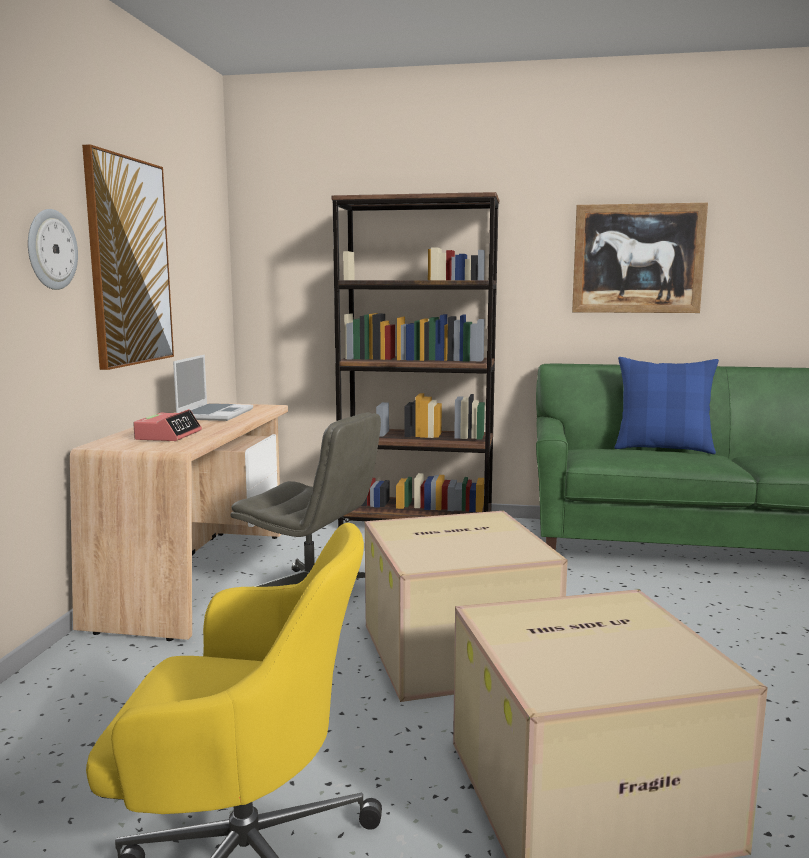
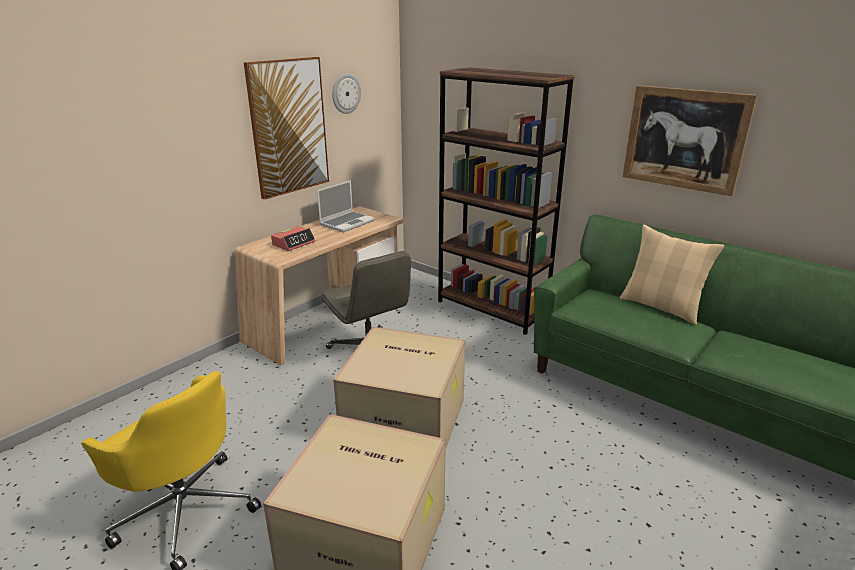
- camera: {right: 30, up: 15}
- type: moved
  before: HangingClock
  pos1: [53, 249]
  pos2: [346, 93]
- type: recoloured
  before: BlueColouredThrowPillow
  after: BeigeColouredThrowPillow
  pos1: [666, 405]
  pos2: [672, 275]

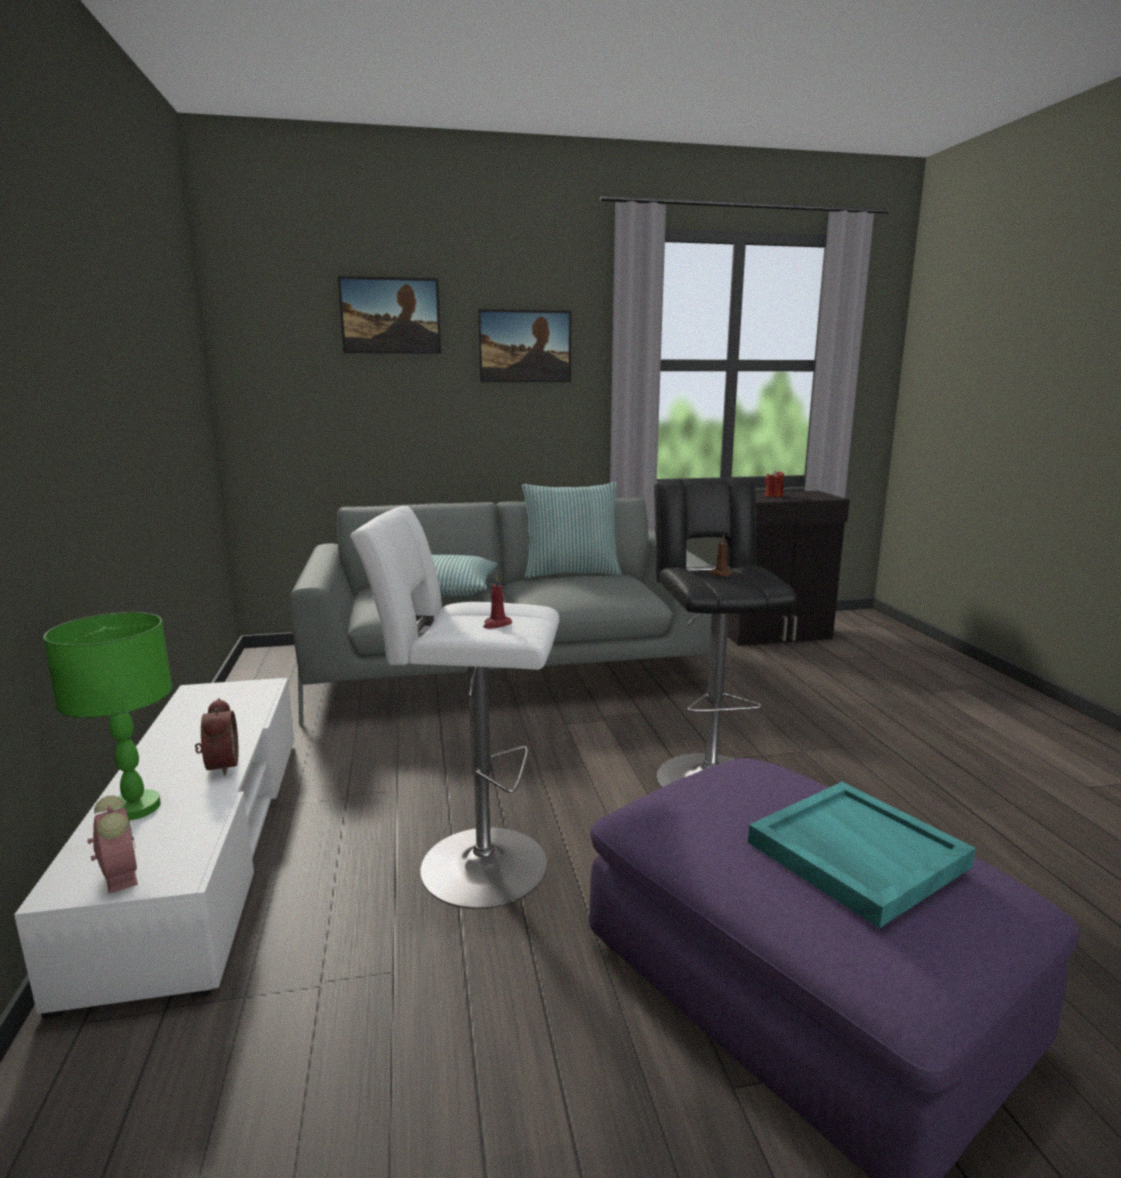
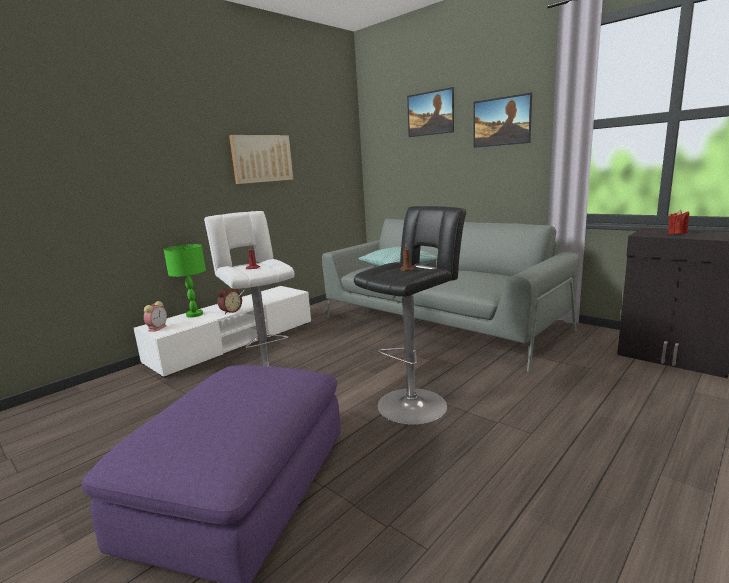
- camera: {right: 55, up: 0}
- type: removed
  before: ThrowPillow
  pos1: [572, 530]
- type: removed
  before: TurquoiseColouredTray
  pos1: [862, 855]
- type: added
  after: WallArt
  pos2: [261, 159]

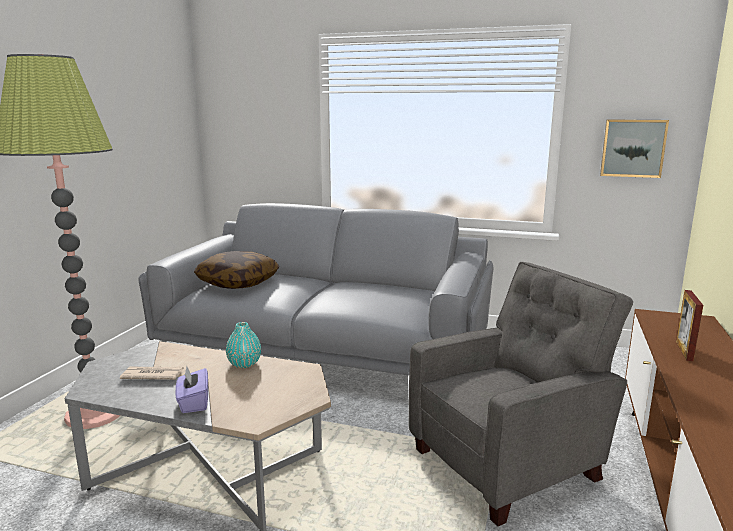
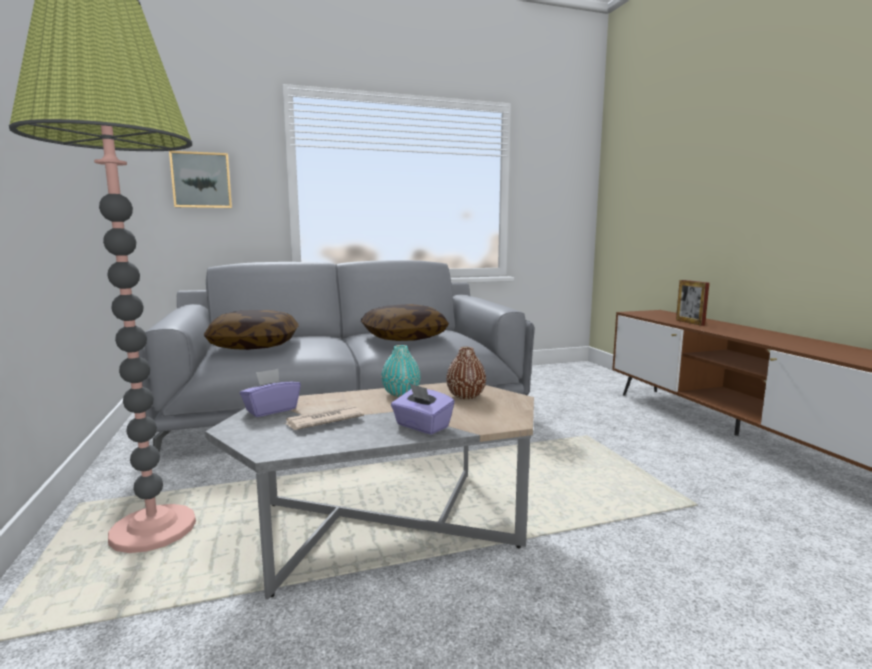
- camera: {right: -35, up: -5}
- type: removed
  before: GrayLoungeChair
  pos1: [521, 394]
- type: moved
  before: WallArt
  pos1: [634, 149]
  pos2: [200, 179]
- type: added
  after: PurplishTissueHolder
  pos2: [270, 393]
- type: added
  after: ThrowPillow
  pos2: [405, 322]
- type: added
  after: BrownishDecorativeVase
  pos2: [466, 373]

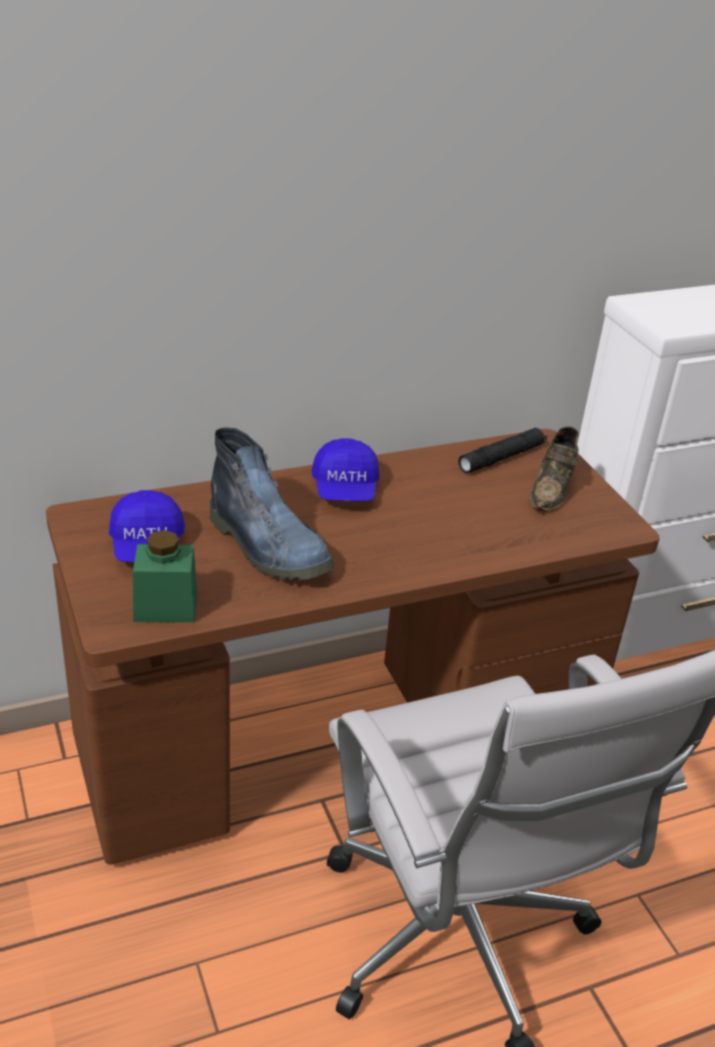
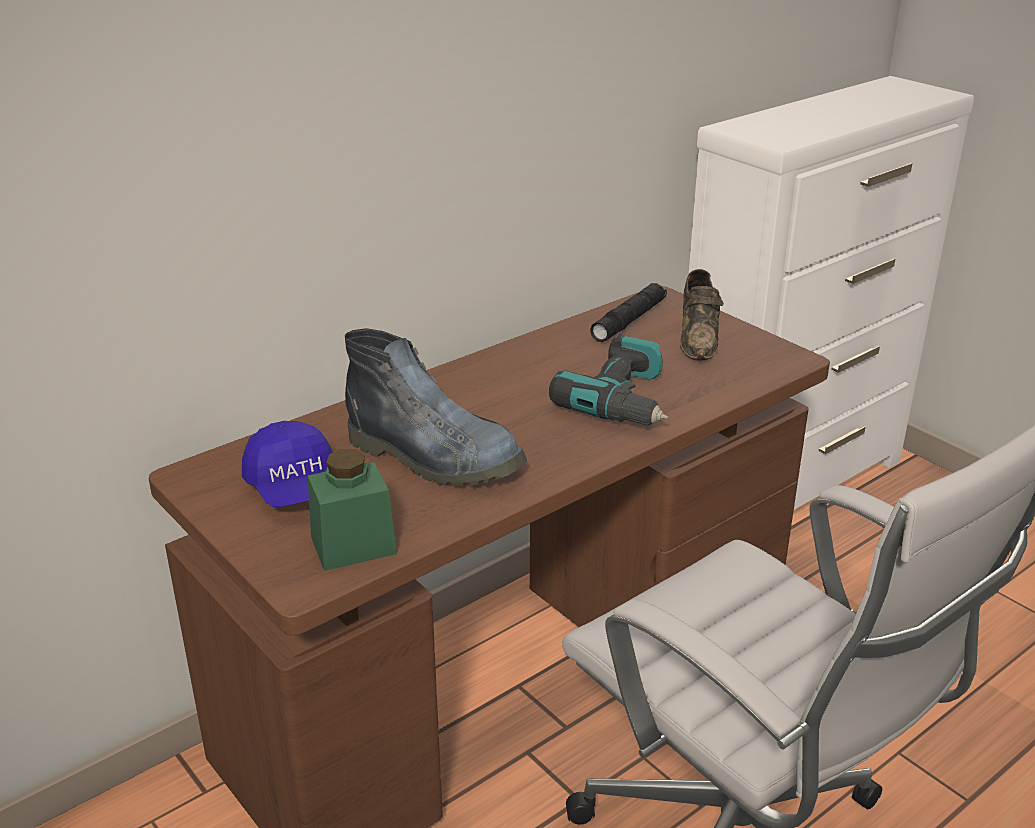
- camera: {right: -15, up: -5}
- type: removed
  before: BlueColouredPeakedCap
  pos1: [345, 469]
- type: added
  after: PowerDrill
  pos2: [609, 380]

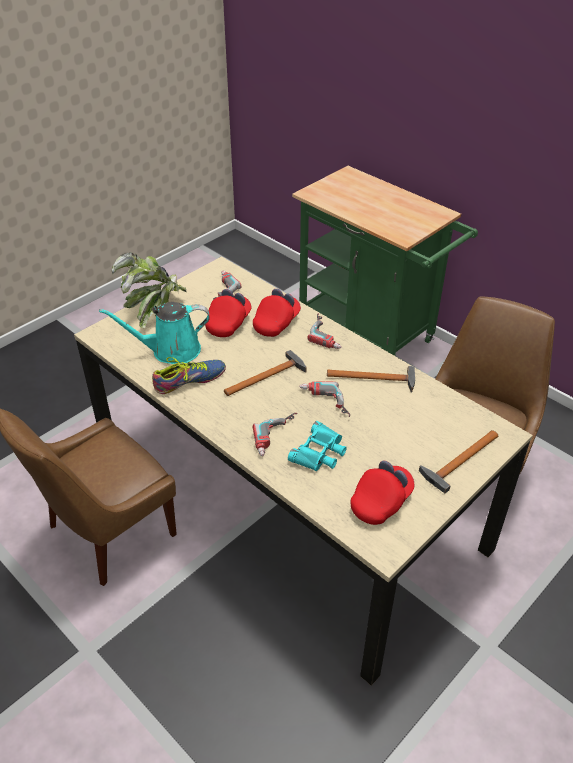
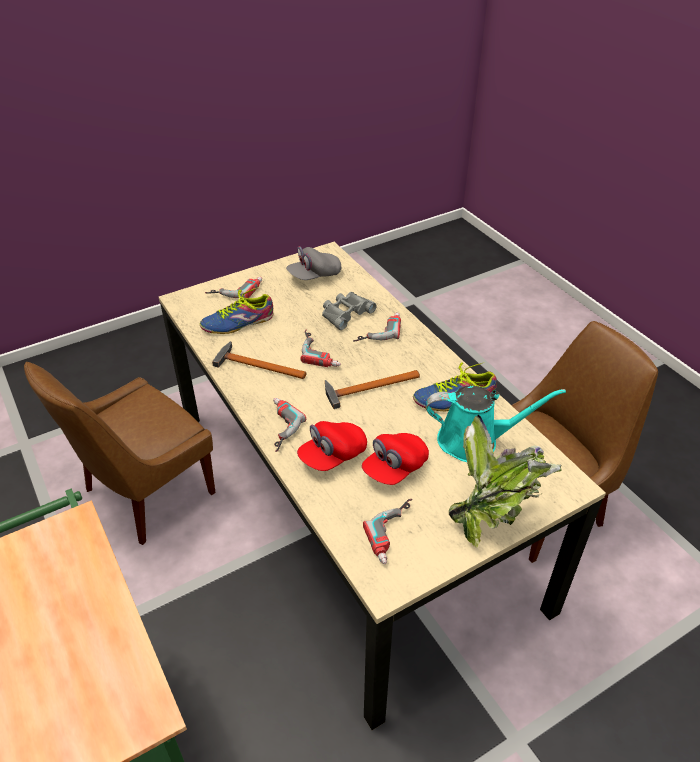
- camera: {right: -165, up: 0}
- type: recoloured
  before: TurquoiseColouredPairOfBinoculars
  after: GrayPairOfBinoculars
  pos1: [317, 446]
  pos2: [349, 311]
- type: recoloured
  before: RedPeakedCap
  after: GrayPeakedCap
  pos1: [382, 493]
  pos2: [313, 263]
- type: replaced
  before: ToolHammer
  after: PowerDrill
  pos1: [458, 461]
  pos2: [233, 287]
- type: added
  after: LowShoe
  pos2: [236, 310]

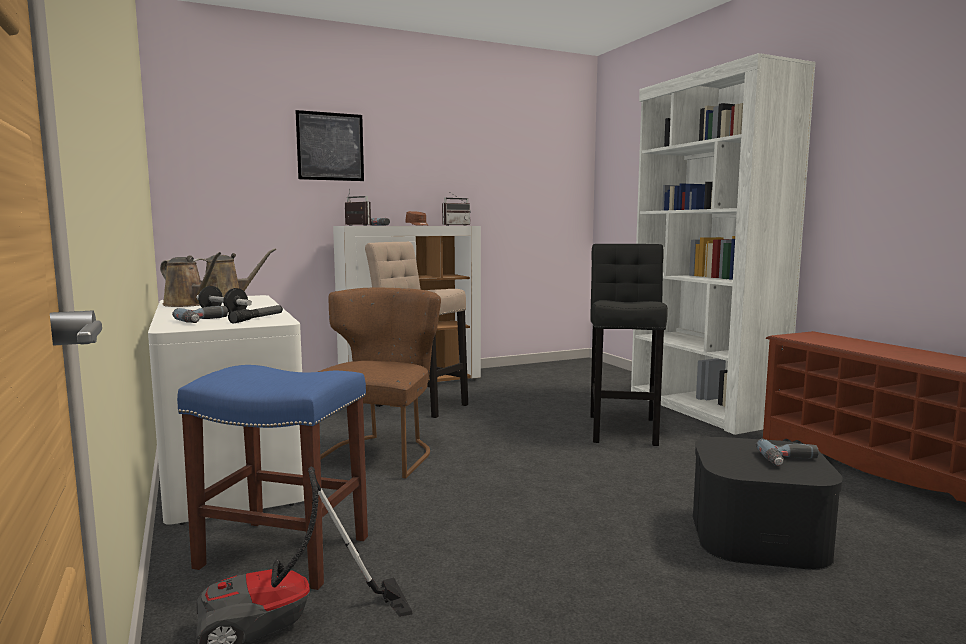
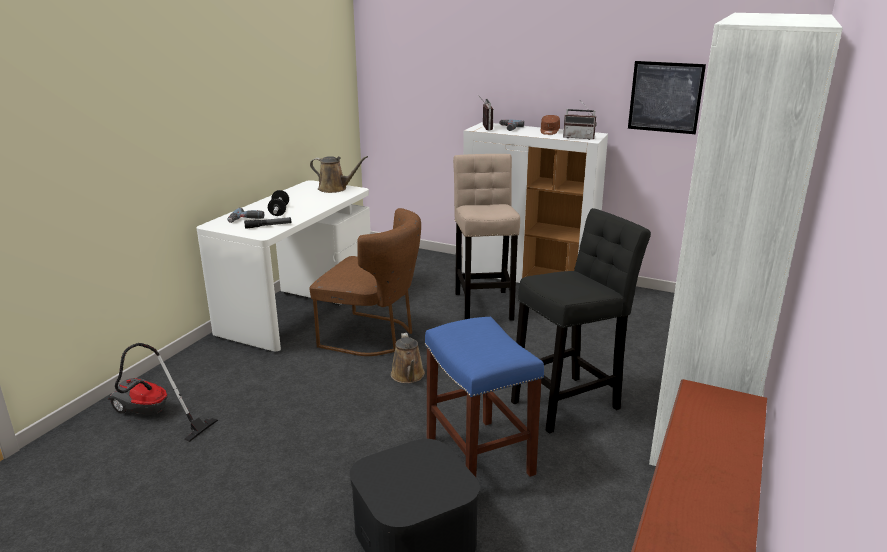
- camera: {right: 50, up: 15}
- type: moved
  before: BrownishWateringCan
  pos1: [190, 279]
  pos2: [408, 358]
- type: moved
  before: BlueColouredSittingStool
  pos1: [272, 477]
  pos2: [484, 397]
- type: moved
  before: WallArt
  pos1: [329, 145]
  pos2: [667, 97]
- type: turned
  before: BrownishPlainChair
  pos1: [379, 383]
  pos2: [365, 282]
  turn: 45
- type: removed
  before: PowerDrill
  pos1: [787, 452]

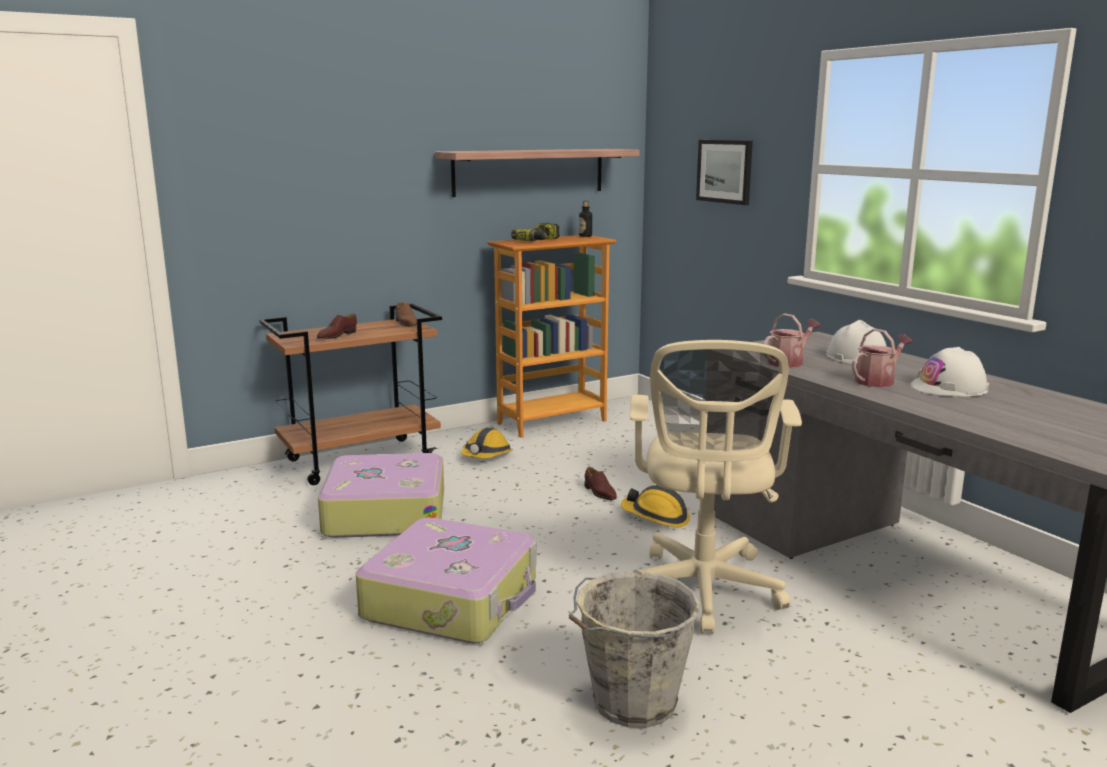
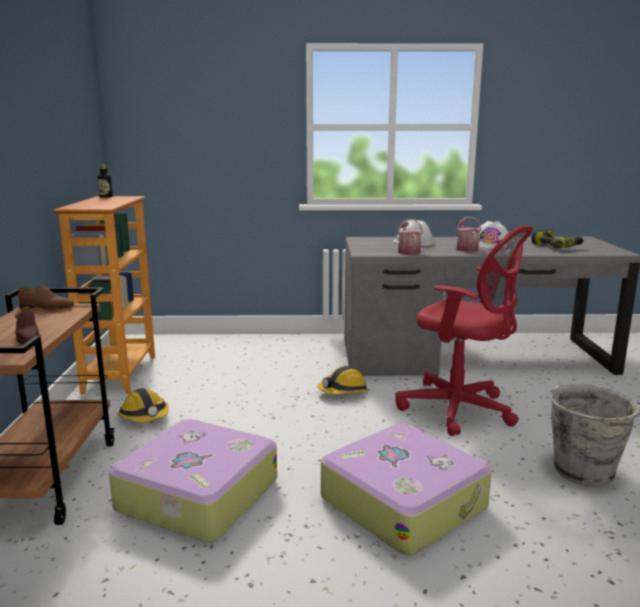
- camera: {right: -60, up: 0}
- type: removed
  before: Shelf
  pos1: [537, 173]
- type: moved
  before: PowerDrill
  pos1: [535, 232]
  pos2: [558, 239]
- type: removed
  before: BrownishLowShoe
  pos1: [600, 483]
- type: recoloured
  before: BeigeColouredOfficeChair
  after: RedOfficeChair
  pos1: [716, 487]
  pos2: [464, 330]
- type: removed
  before: WallArt
  pos1: [724, 172]

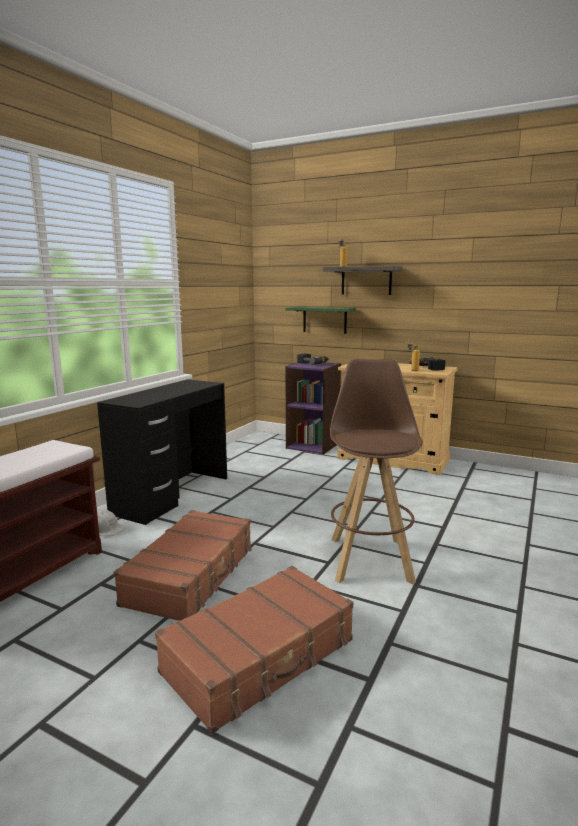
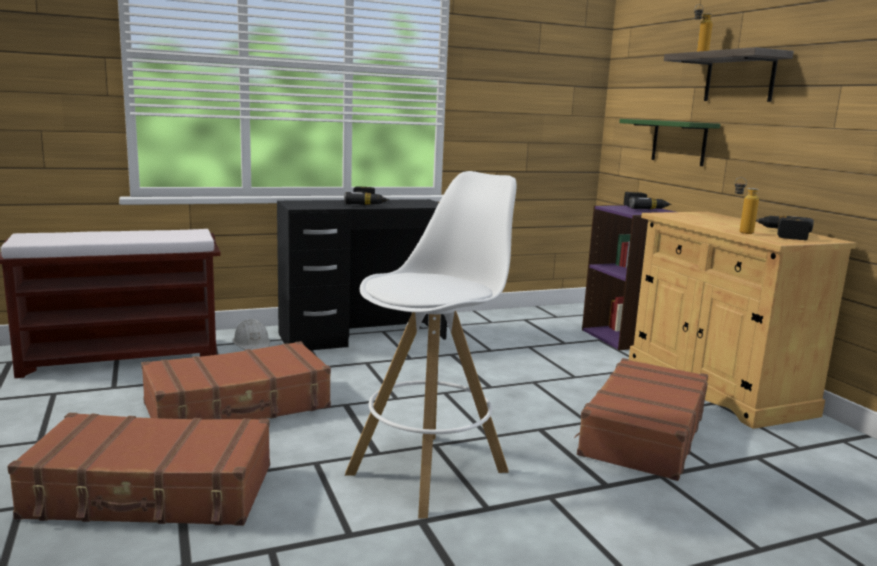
- camera: {right: 40, up: 0}
- type: recoloured
  before: BrownishSittingStool
  after: WhitishSittingStool
  pos1: [376, 472]
  pos2: [430, 344]
- type: added
  after: PowerDrill
  pos2: [366, 195]
- type: added
  after: BrownishSuitcase
  pos2: [641, 419]

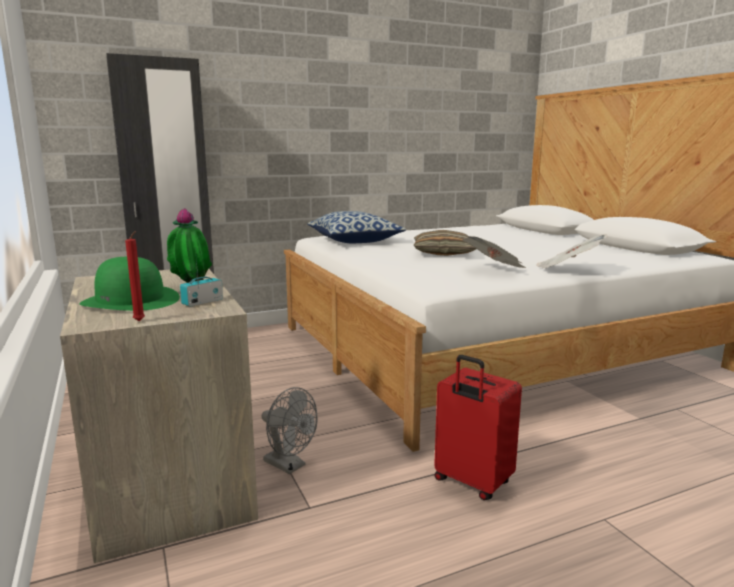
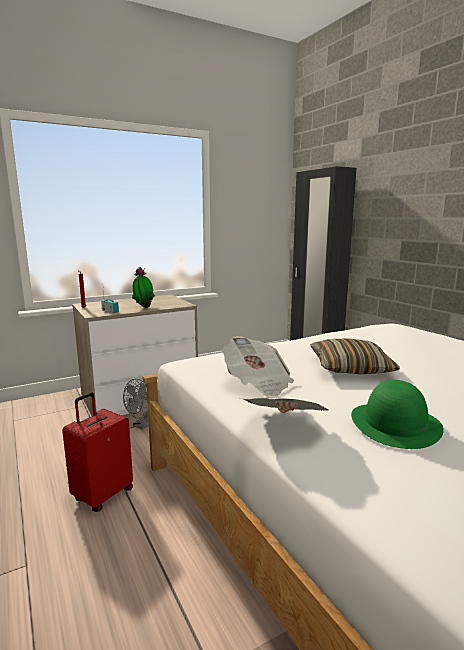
- camera: {right: 85, up: 0}
- type: moved
  before: GreenishWearableHat
  pos1: [129, 284]
  pos2: [397, 414]
- type: removed
  before: ThrowPillow
  pos1: [356, 227]

